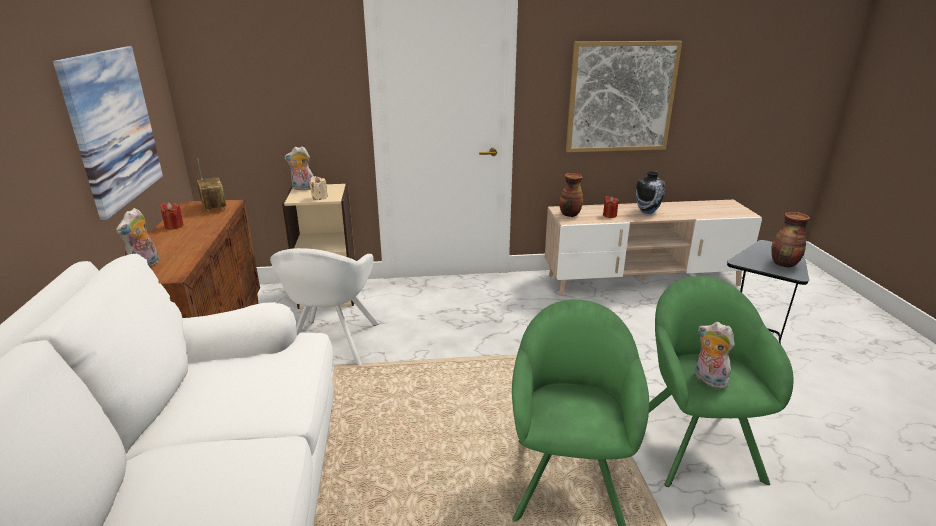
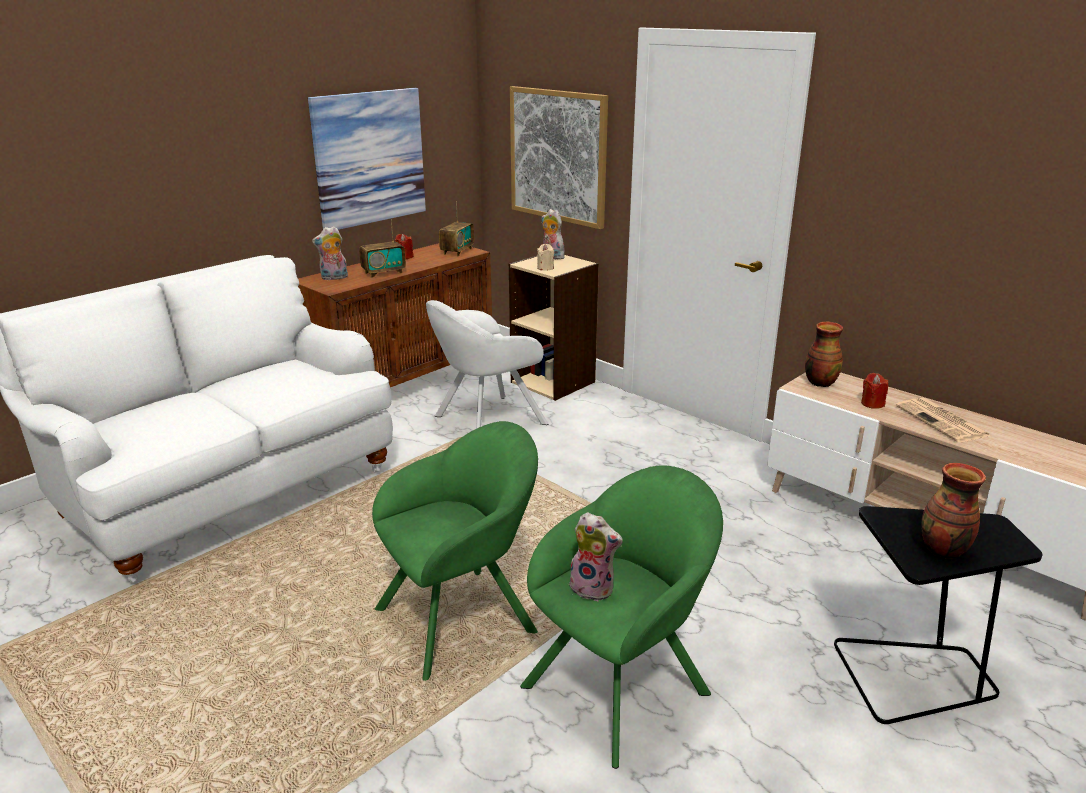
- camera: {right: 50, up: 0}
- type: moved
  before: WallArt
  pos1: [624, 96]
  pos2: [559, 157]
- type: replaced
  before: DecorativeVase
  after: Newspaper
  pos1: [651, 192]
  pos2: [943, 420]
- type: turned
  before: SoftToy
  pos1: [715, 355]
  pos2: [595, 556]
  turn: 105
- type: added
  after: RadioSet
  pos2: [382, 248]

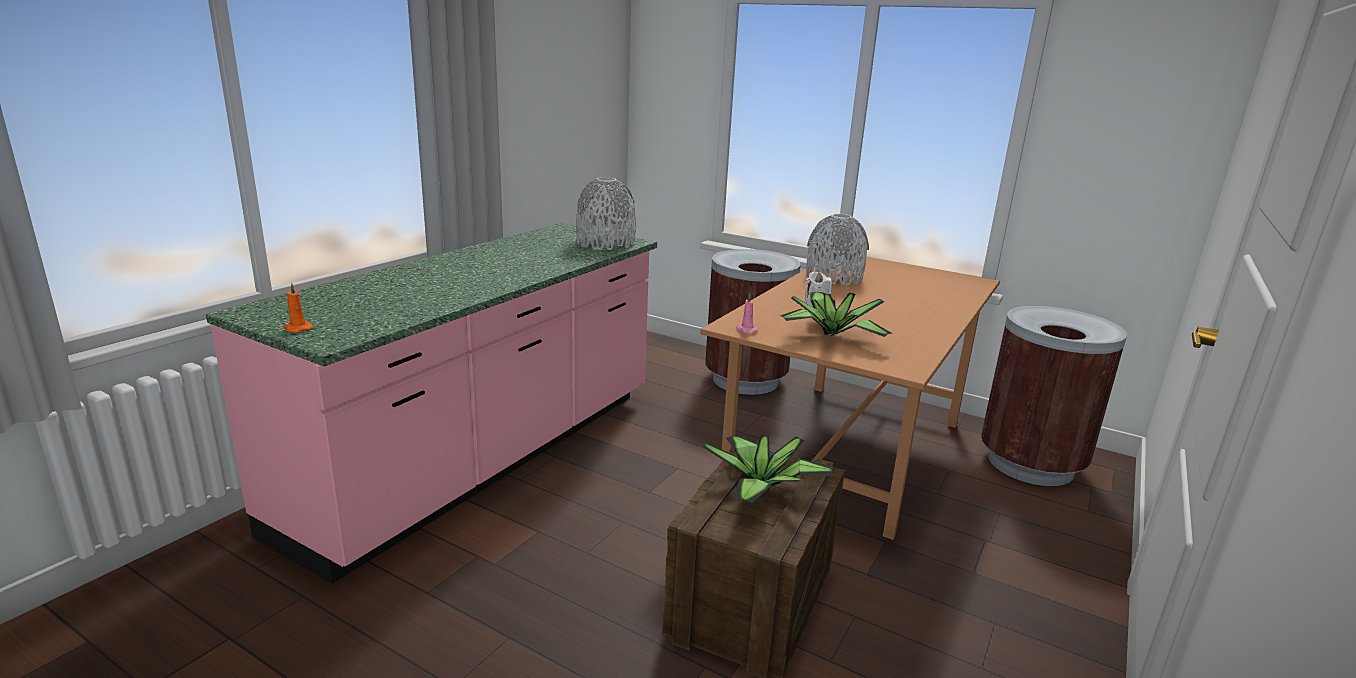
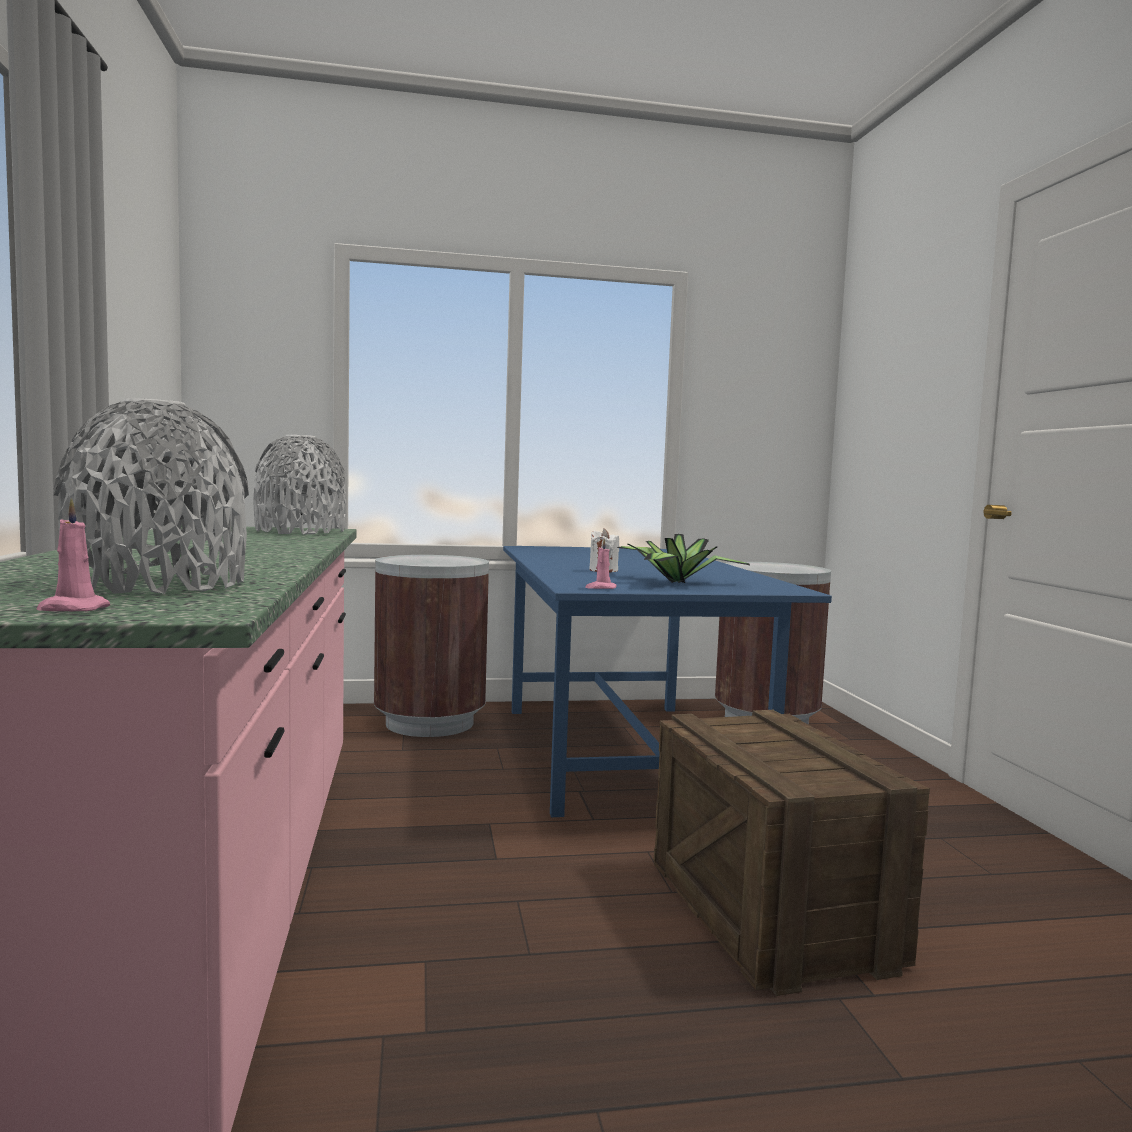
- camera: {right: -40, up: -15}
- type: recoloured
  before: OrangeColouredWaxCandle
  after: PinkishWaxCandle
  pos1: [298, 308]
  pos2: [73, 554]
- type: recoloured
  before: BrownishDinnerTable
  after: BlueColouredDinnerTable
  pos1: [850, 398]
  pos2: [667, 681]
- type: removed
  before: PottedPlant
  pos1: [768, 469]
- type: moved
  before: GrayDecorativeVase
  pos1: [837, 249]
  pos2: [151, 496]

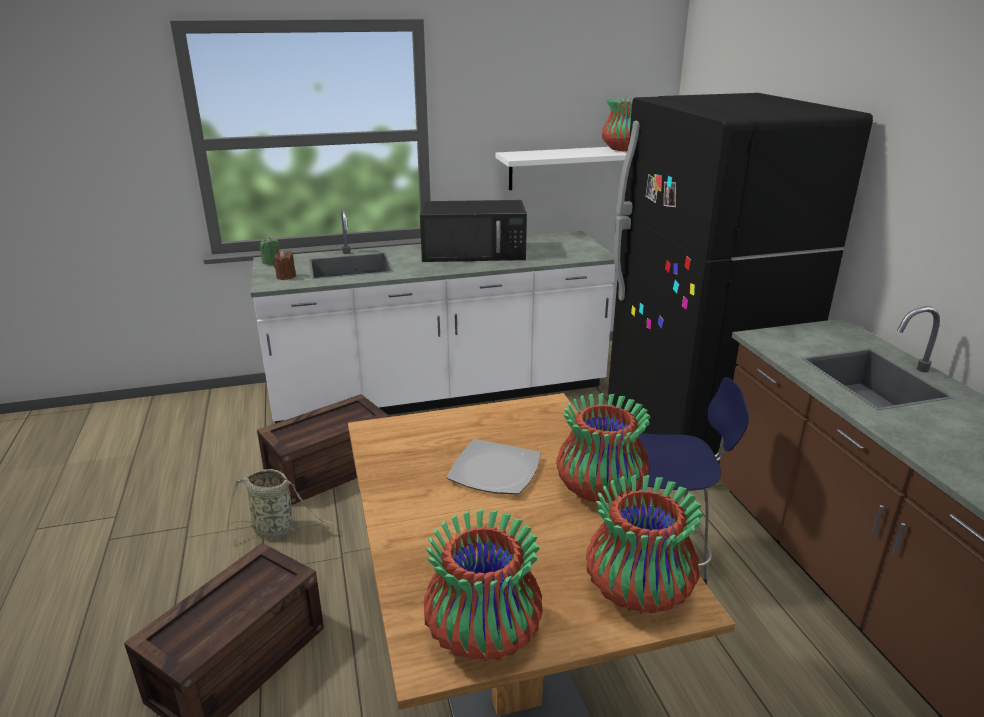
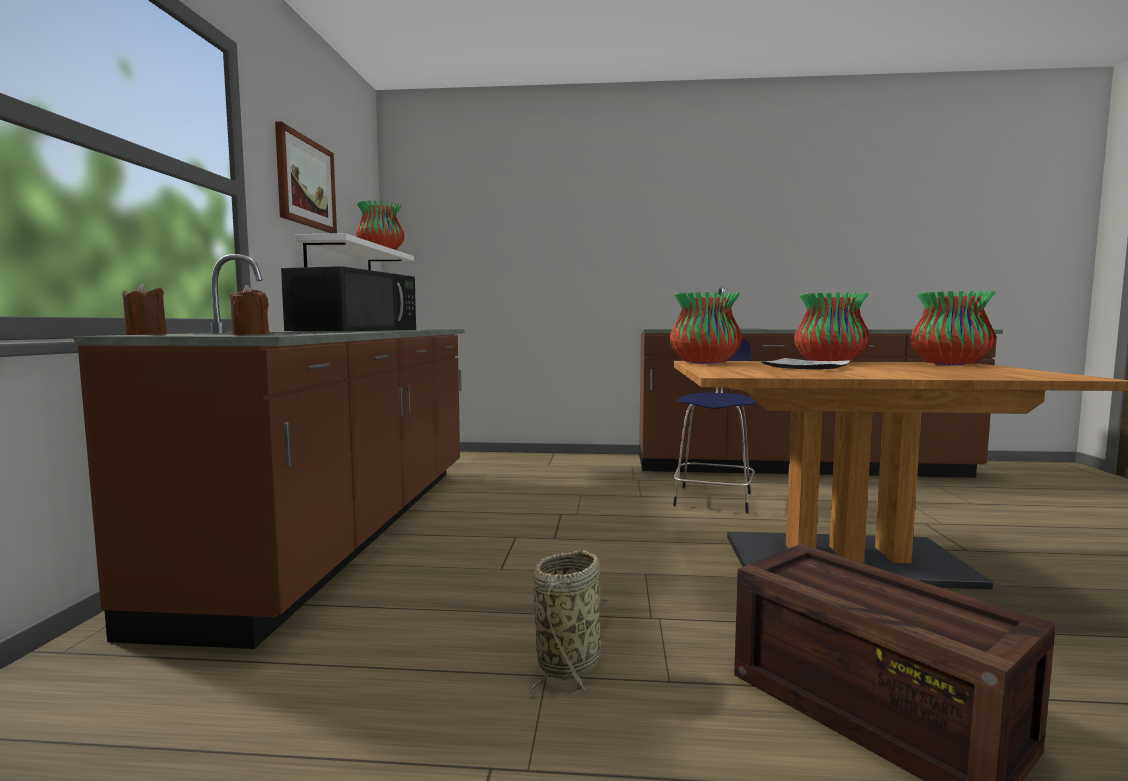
- camera: {right: -70, up: -20}
- type: recoloured
  before: WhitishKitchenCounter
  after: BrownishKitchenCounter
  pos1: [433, 315]
  pos2: [269, 451]
- type: removed
  before: Crate
  pos1: [323, 449]
- type: recoloured
  before: GreenishWaxCandle
  after: BrownishWaxCandle
  pos1: [270, 251]
  pos2: [144, 309]
- type: moved
  before: DecorativeVase
  pos1: [483, 585]
  pos2: [706, 328]
- type: removed
  before: BlackRefrigerator
  pos1: [740, 278]
- type: added
  after: WallArt
  pos2: [306, 178]

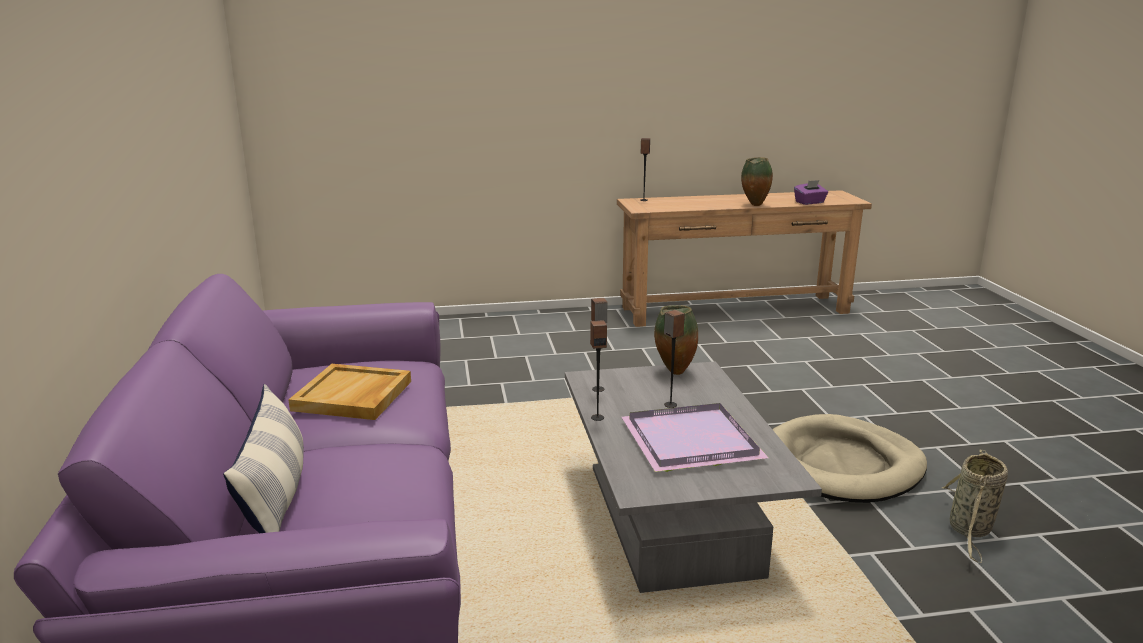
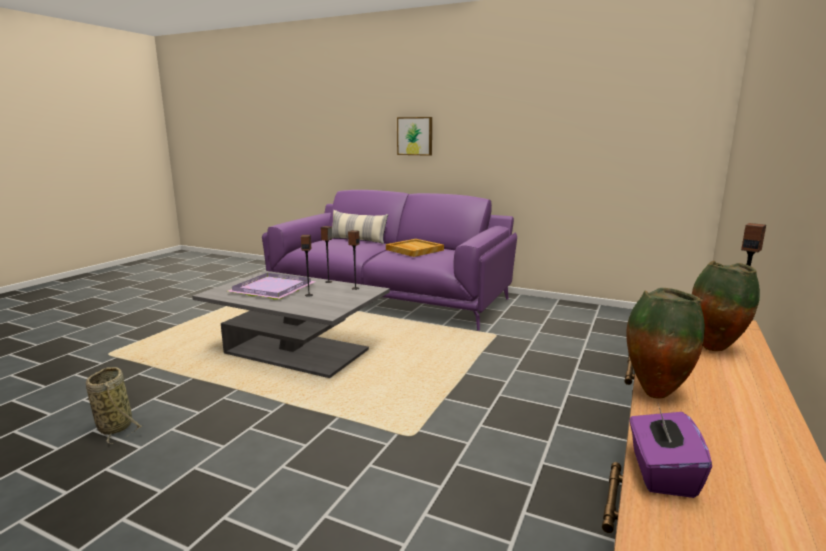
- camera: {right: 125, up: -5}
- type: moved
  before: DecorativeVase
  pos1: [676, 340]
  pos2: [726, 306]
- type: removed
  before: BeigeColouredPetBed
  pos1: [849, 458]
- type: added
  after: WallArt
  pos2: [414, 136]

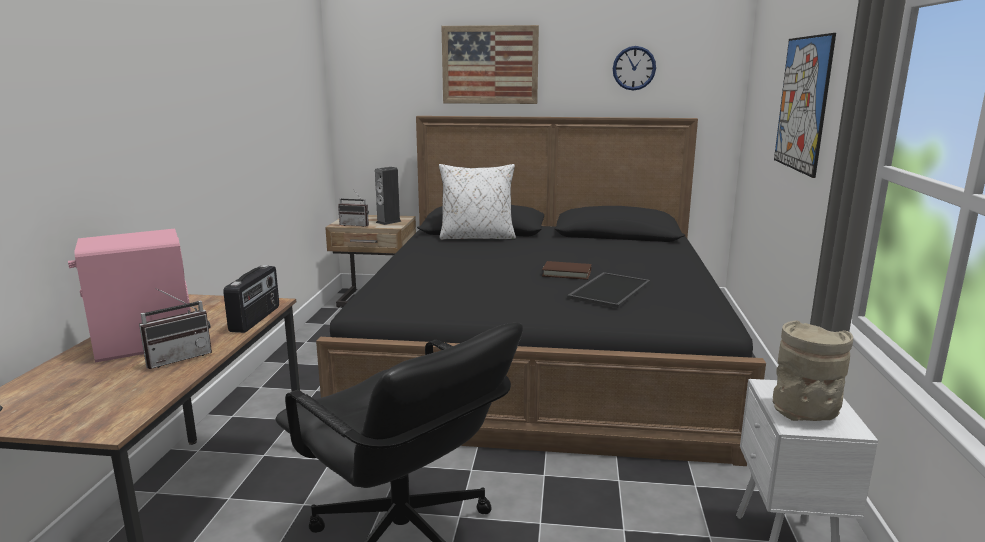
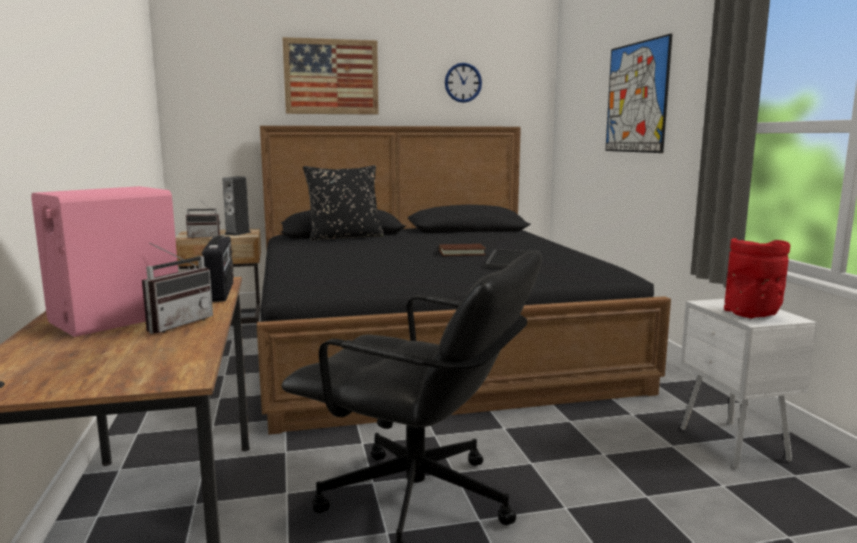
- camera: {right: -20, up: -5}
- type: recoloured
  before: WhitishThrowPillow
  after: BlackThrowPillow
  pos1: [477, 202]
  pos2: [343, 203]
- type: recoloured
  before: BeigeColouredDecorativeVase
  after: RedDecorativeVase
  pos1: [813, 370]
  pos2: [757, 278]

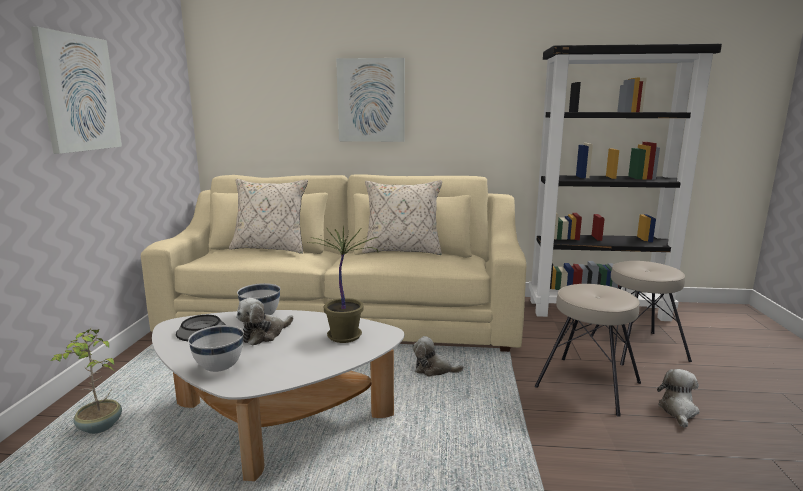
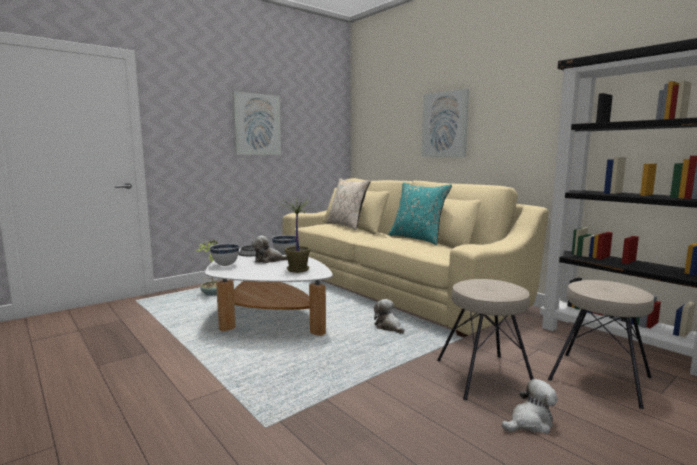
- camera: {right: 45, up: -5}
- type: recoloured
  before: BeigeColouredThrowPillow
  after: TurquoiseColouredThrowPillow
  pos1: [402, 217]
  pos2: [420, 213]

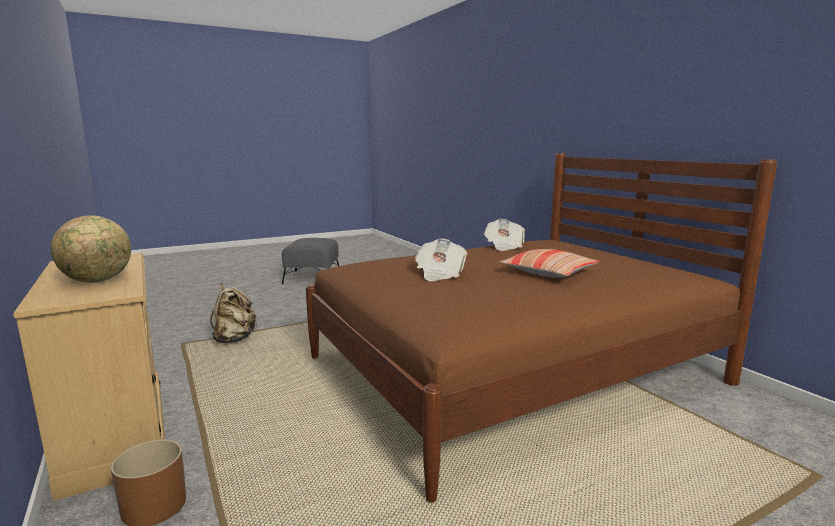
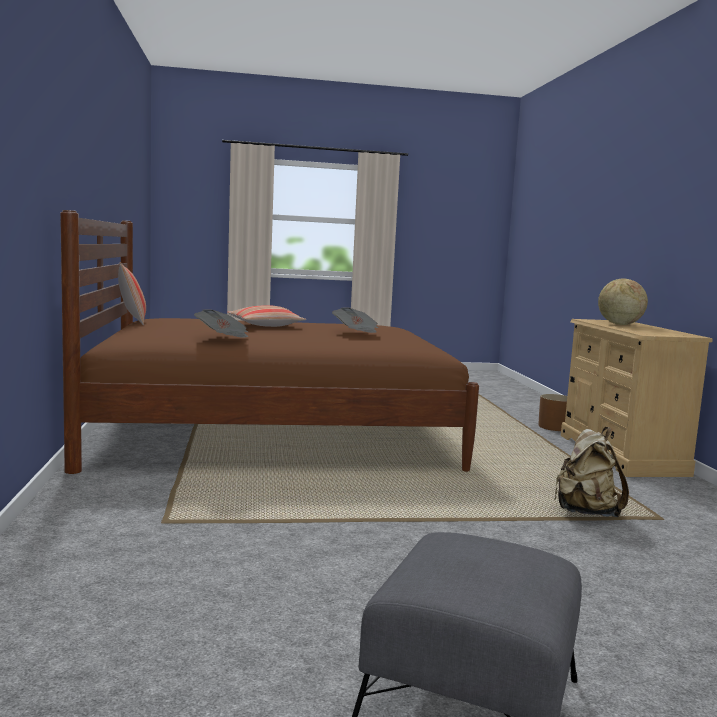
- camera: {right: -160, up: -5}
- type: added
  after: ThrowPillow
  pos2: [132, 293]

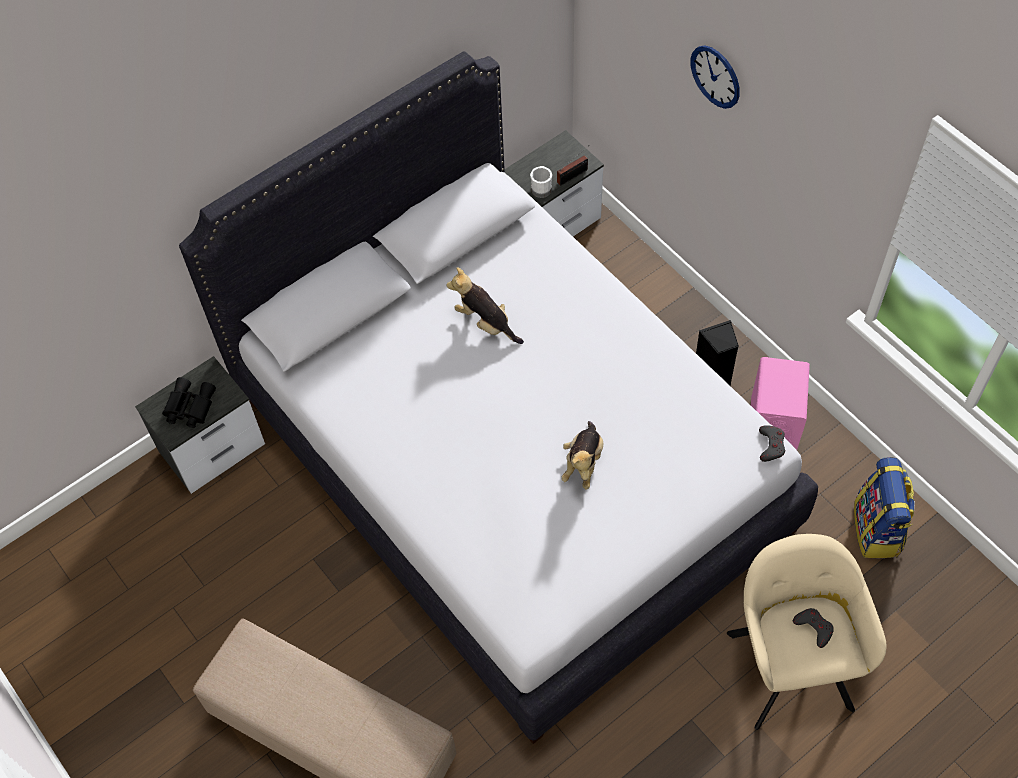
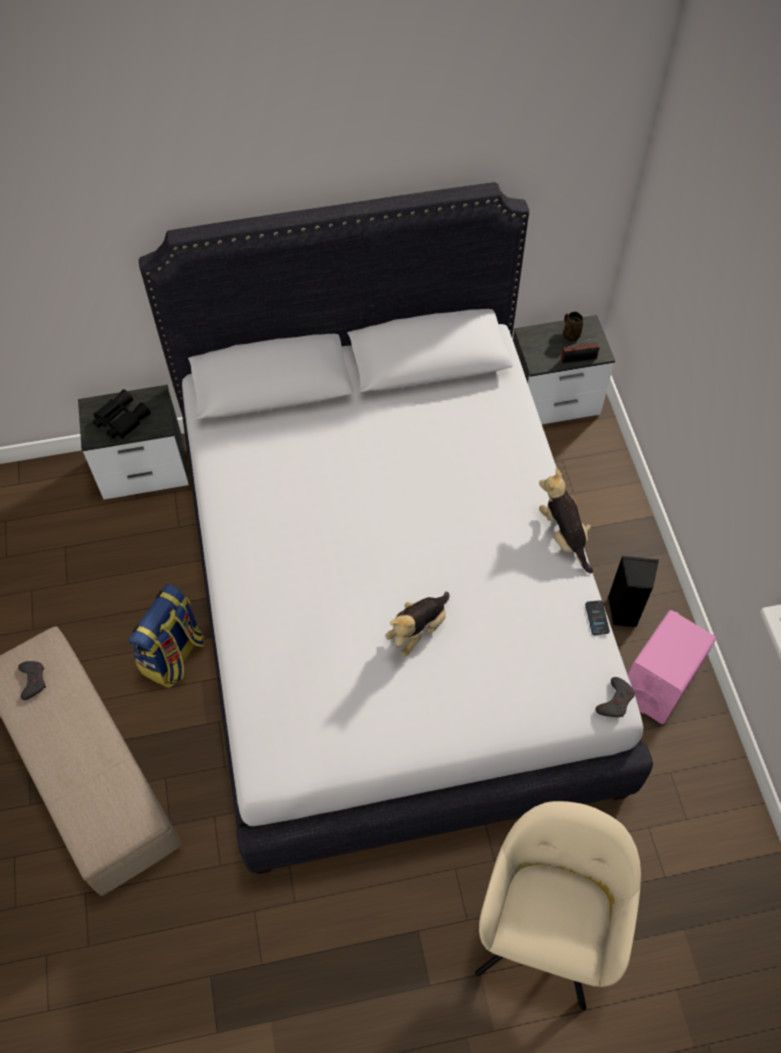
- camera: {right: 25, up: 0}
- type: moved
  before: SoftToy
  pos1: [485, 305]
  pos2: [566, 521]
- type: removed
  before: WhitishTeaMug
  pos1: [541, 182]
- type: removed
  before: HangingClock
  pos1: [715, 77]
- type: moved
  before: GrayGamepad
  pos1: [813, 628]
  pos2: [32, 680]
- type: moved
  before: Knapsack
  pos1: [884, 507]
  pos2: [166, 636]
- type: added
  after: BrownishTeaMug
  pos2: [573, 326]
- type: added
  after: Phone
  pos2: [597, 617]

